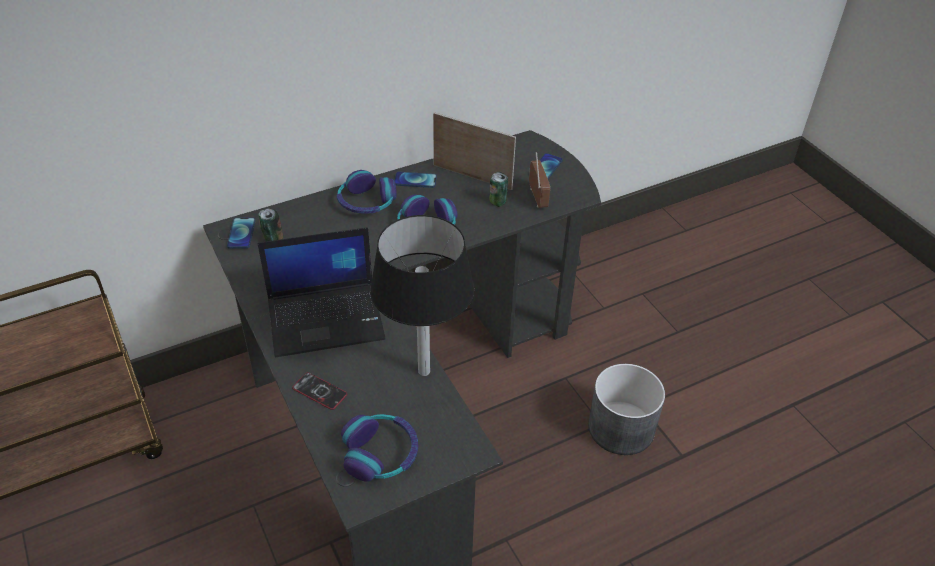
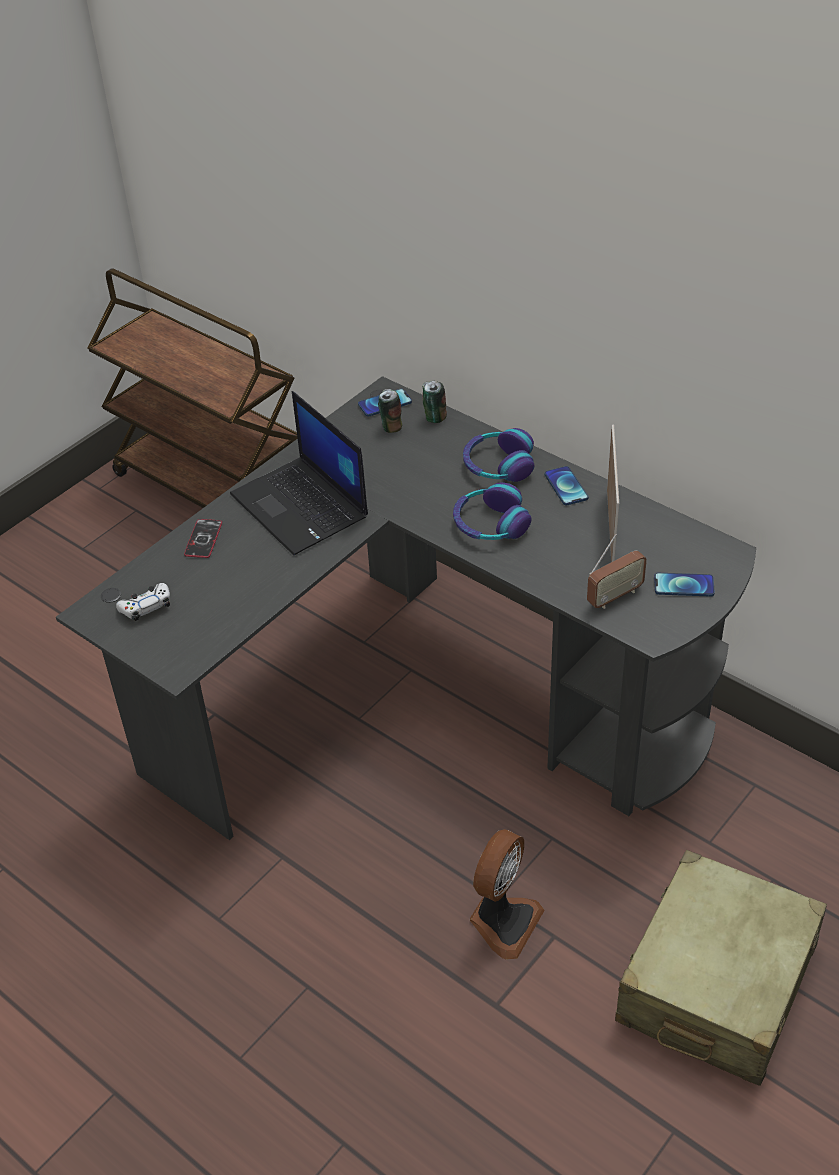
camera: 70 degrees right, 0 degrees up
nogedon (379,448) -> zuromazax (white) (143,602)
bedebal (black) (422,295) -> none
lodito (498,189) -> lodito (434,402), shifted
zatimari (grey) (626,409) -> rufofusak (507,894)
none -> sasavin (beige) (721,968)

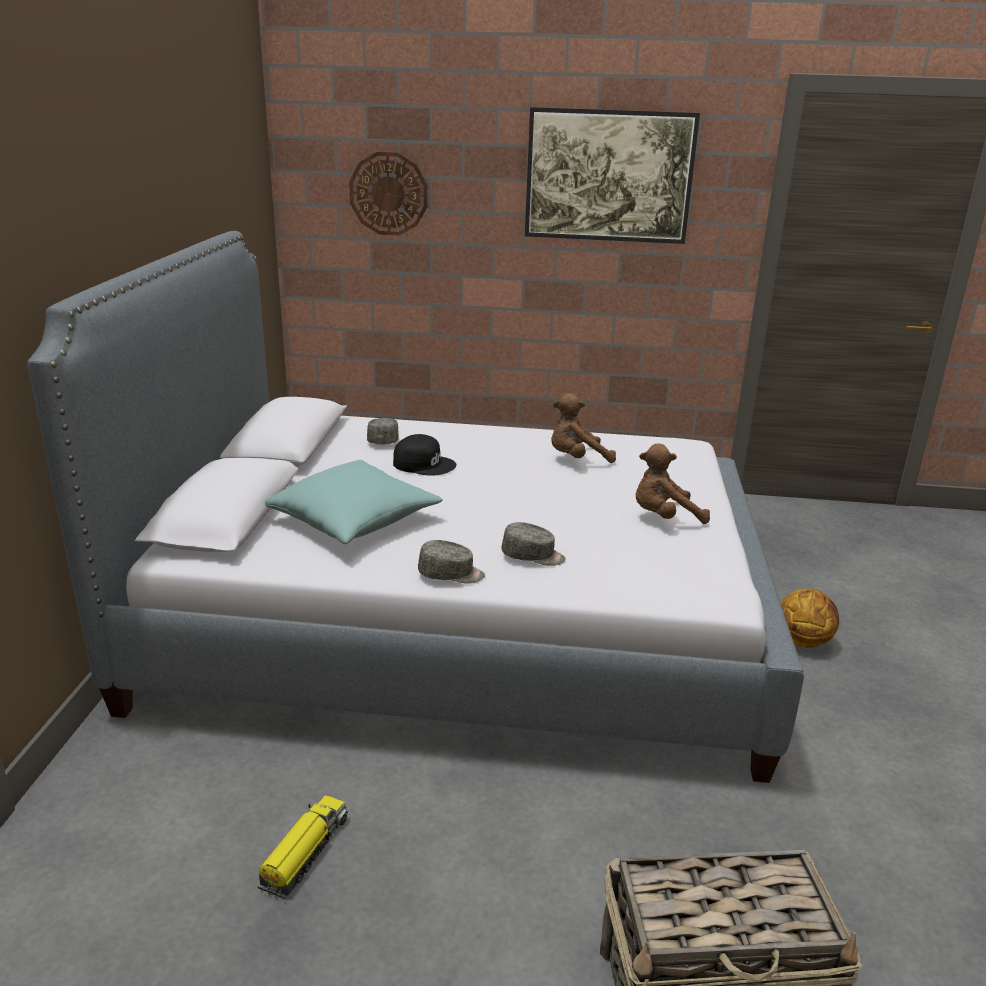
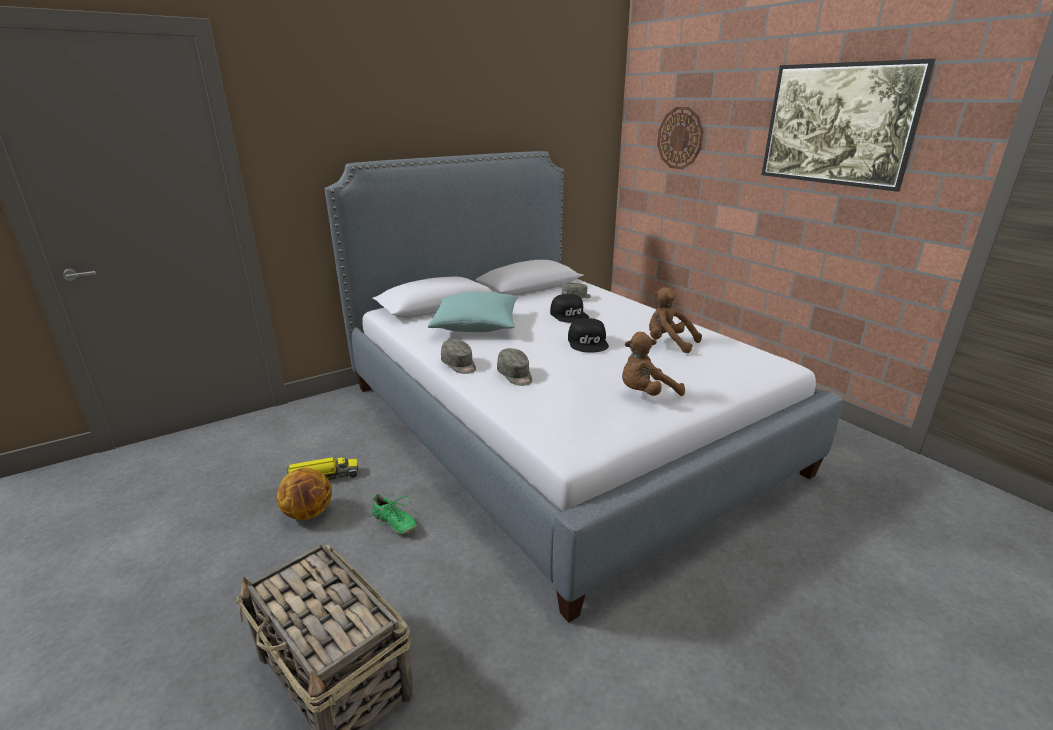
camera: 50 degrees right, 0 degrees up
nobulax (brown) (673,483) -> nobulax (brown) (653,364), 60 degrees counterclockwise
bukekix (810,618) -> bukekix (304,493), shifted
none -> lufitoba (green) (393,514)
none -> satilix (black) (588,335)

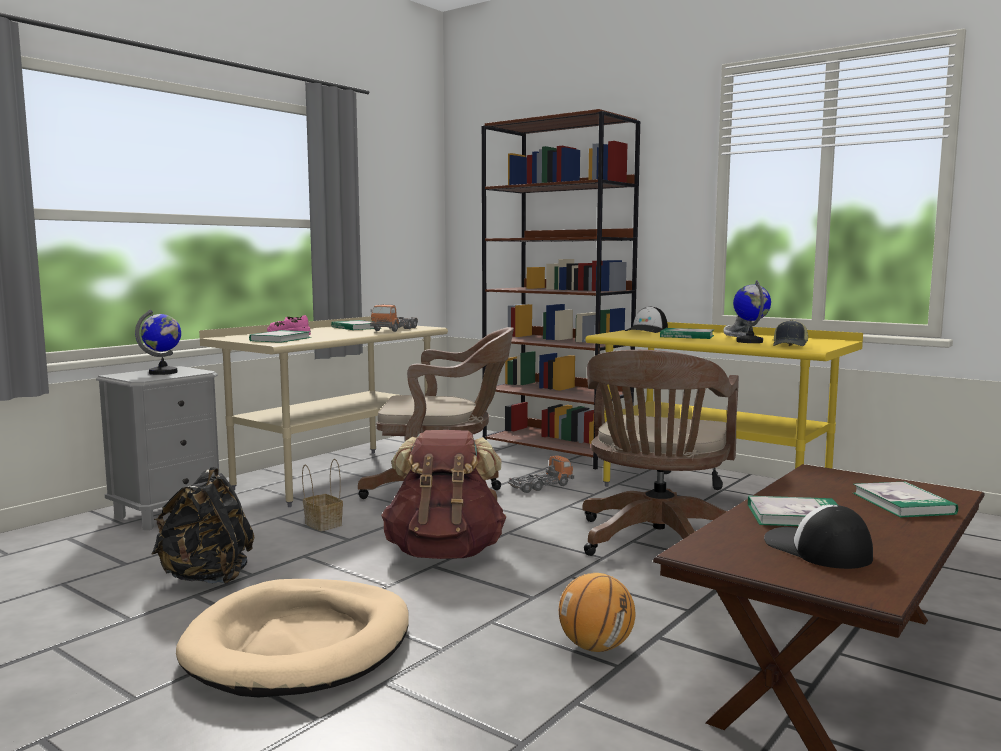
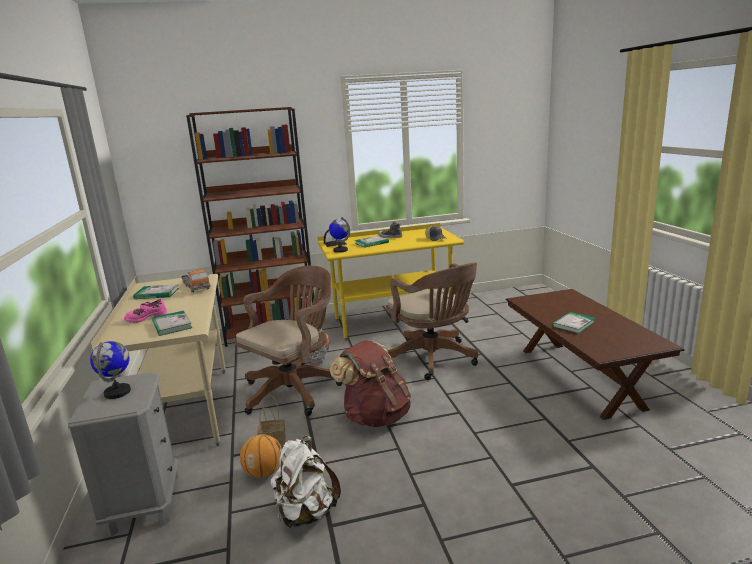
camera: 50 degrees left, 10 degrees up
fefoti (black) (202,525) -> fefoti (white) (305,482)
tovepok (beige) (292,638) -> none
bukekix (597,612) -> bukekix (261,456), shifted
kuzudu (752,311) -> kuzudu (339,235), shifted
satilix (818,537) -> none
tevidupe (905,499) -> none

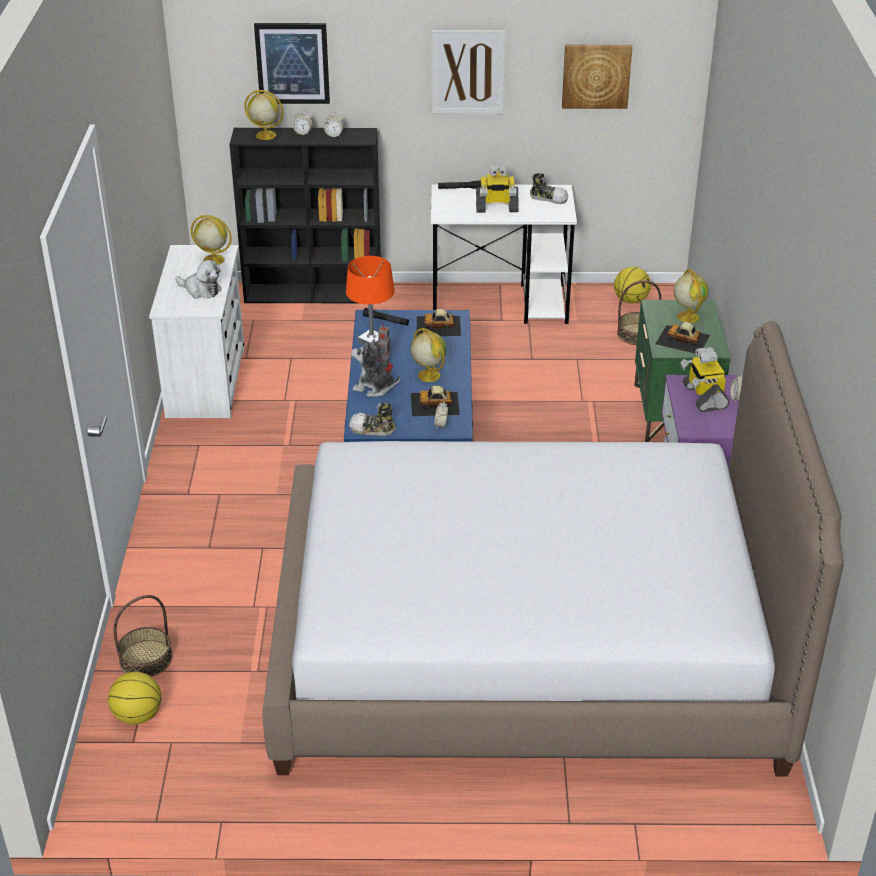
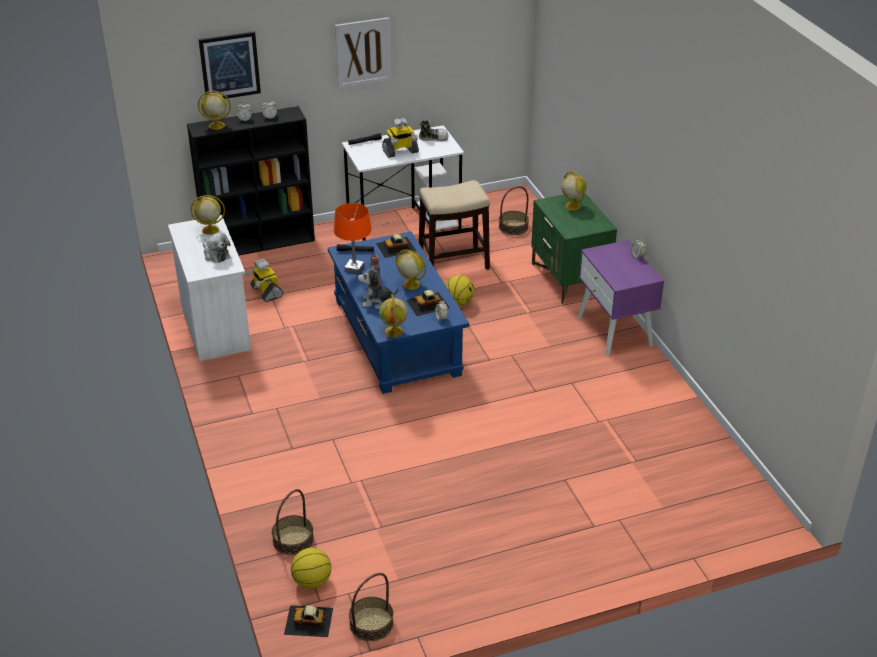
camera: 20 degrees left, 0 degrees up
nobulax (198,279) -> nobulax (216,248), 45 degrees clockwise
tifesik (553,549) -> none
lufitoba (372,419) -> kuzudu (393,315)
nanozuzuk (597,77) -> none
bukekix (632,285) -> bukekix (460,290), shifted
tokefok (682,338) -> tokefok (308,621), shifted
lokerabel (704,379) -> lokerabel (264,280), shifted
none -> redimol (371,607)
none -> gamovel (454,225)

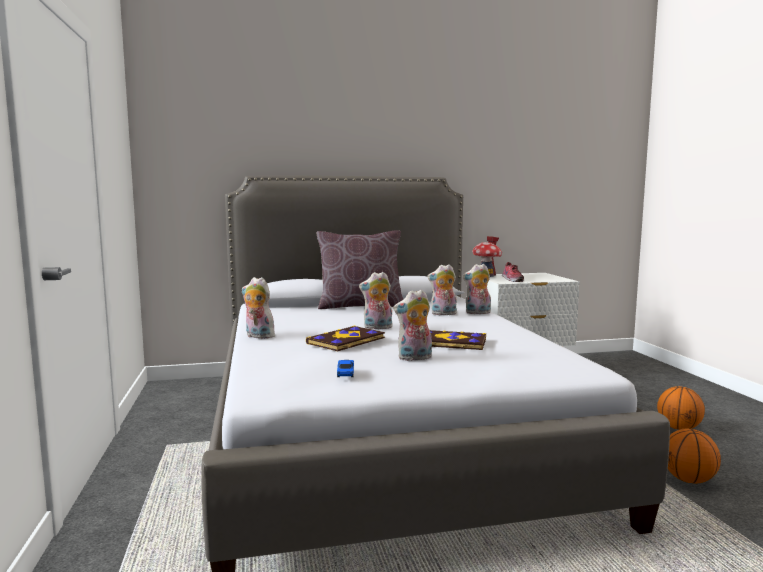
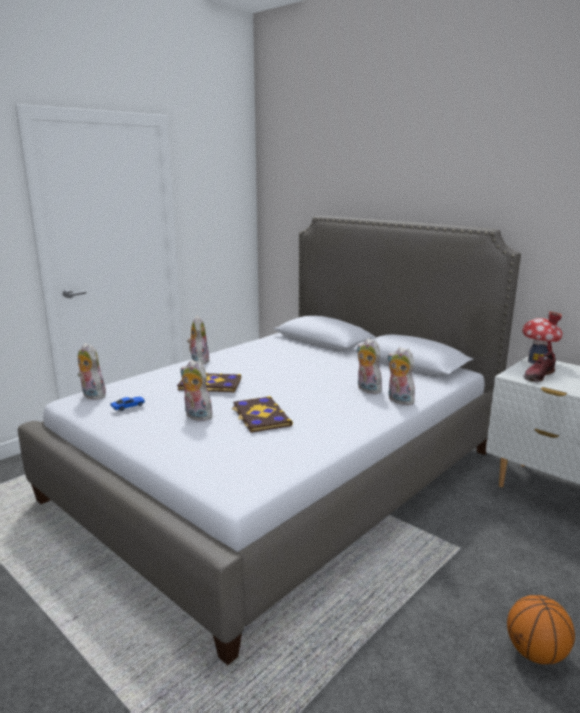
camera: 55 degrees right, 10 degrees up
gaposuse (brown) (360,269) -> none
nobulax (376,301) -> nobulax (91,371), shifted
bukekix (694,456) -> none

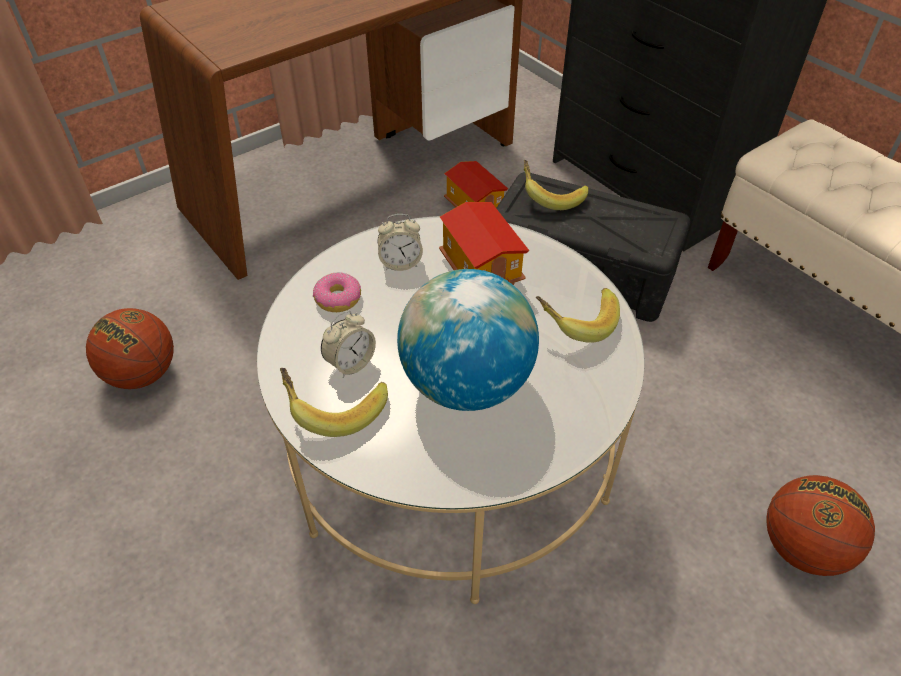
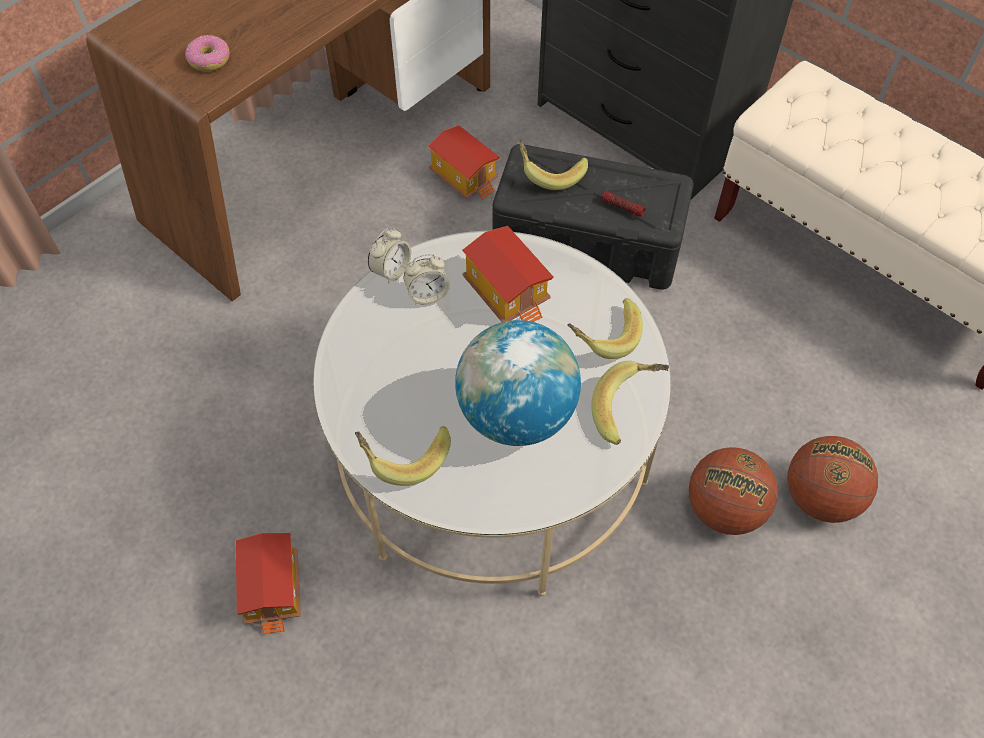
camera: 10 degrees left, 10 degrees up
bukekix (130,348) -> bukekix (733,491), shifted
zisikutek (337,292) -> zisikutek (207,53), shifted
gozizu (348,344) -> gozizu (389,256), shifted
none -> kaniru (268,584)
none -> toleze (630,403)
none -> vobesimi (624,204)

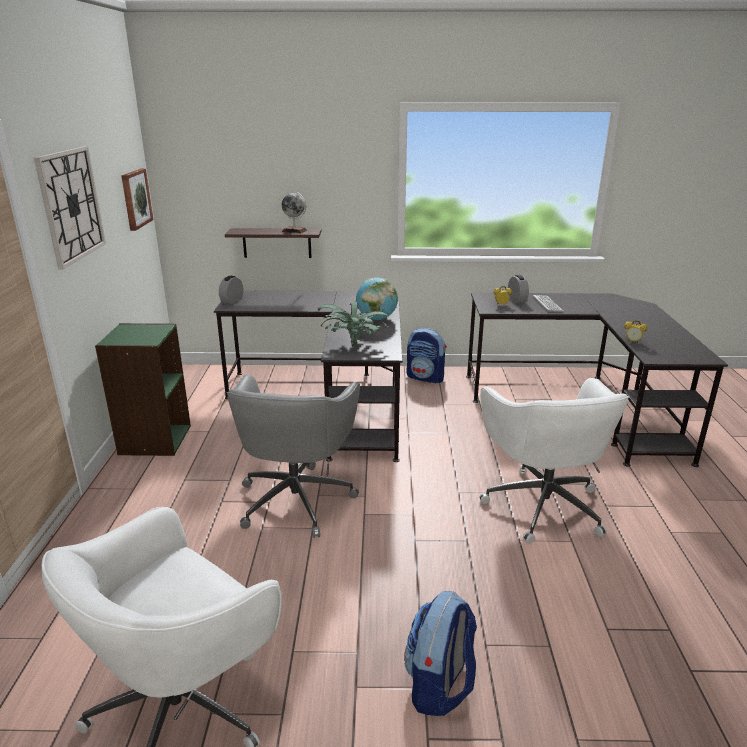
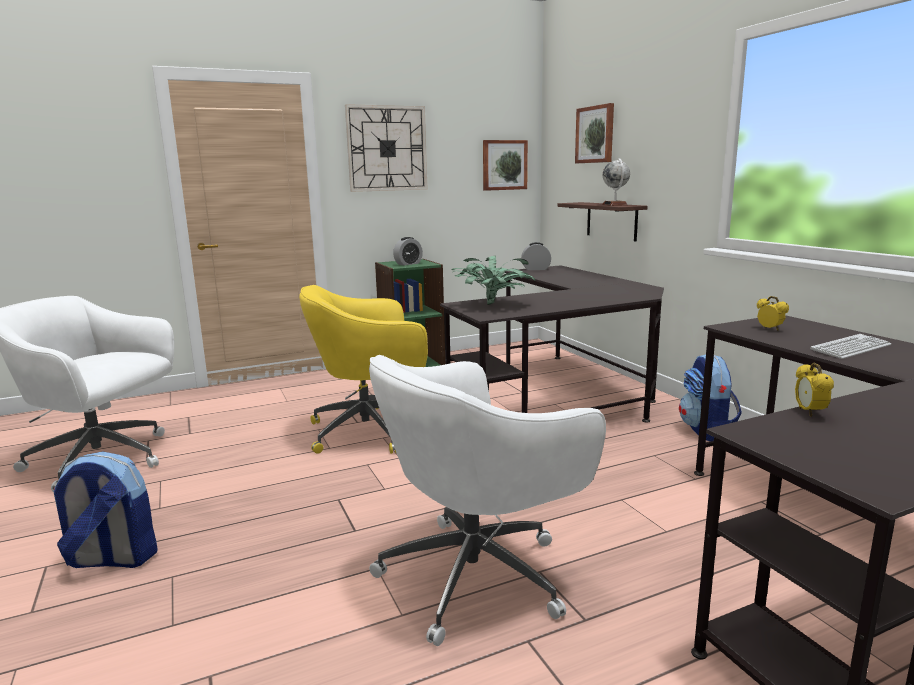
camera: 65 degrees right, 10 degrees down
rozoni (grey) (293,456) -> rozoni (yellow) (363,369)
kuzudu (377,298) -> none
gozizu (518,289) -> gozizu (408,251), shifted
none -> nanozuzuk (594,133)

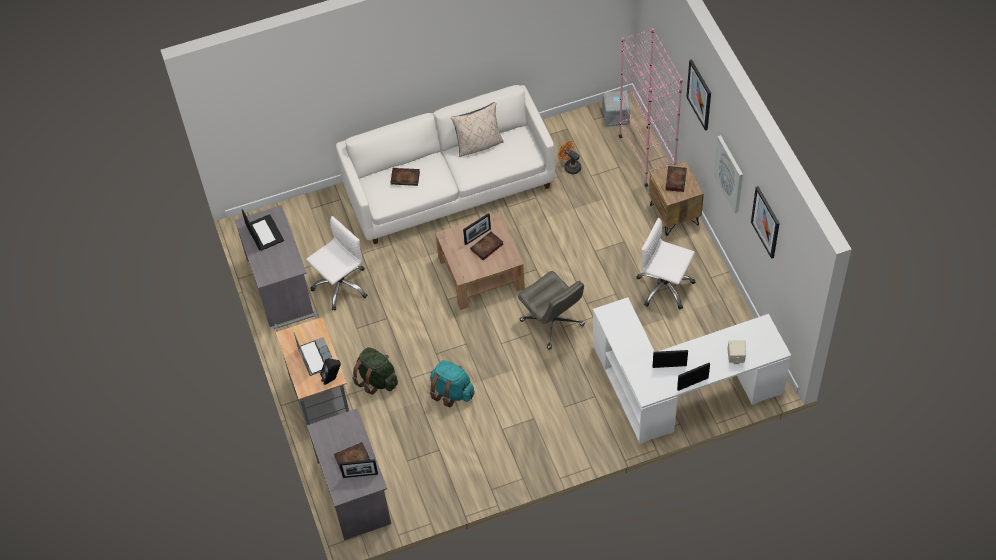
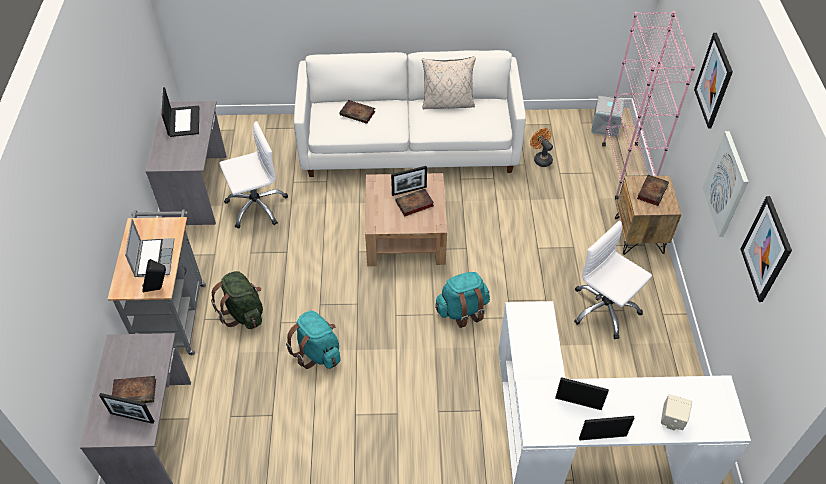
camera: 15 degrees right, 5 degrees down
rozoni (grey) (551,310) -> fefoti (turquoise) (462,300)

